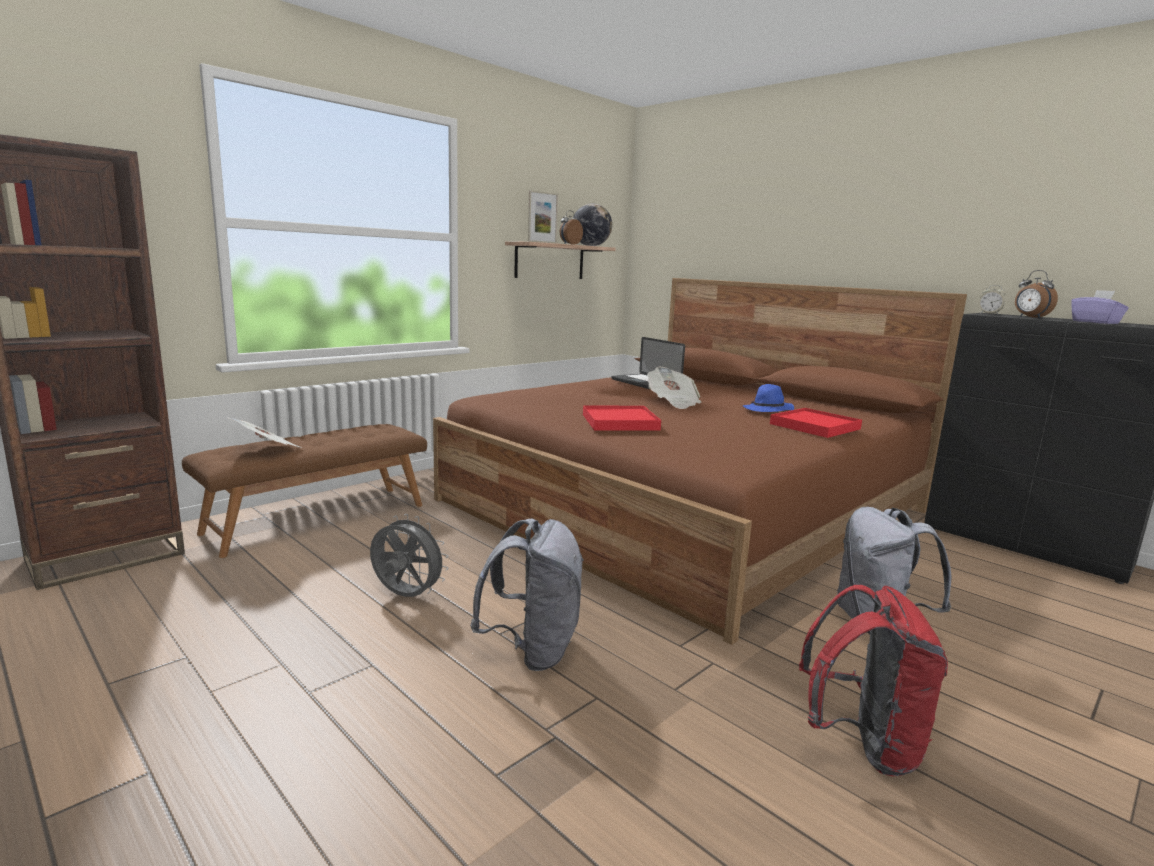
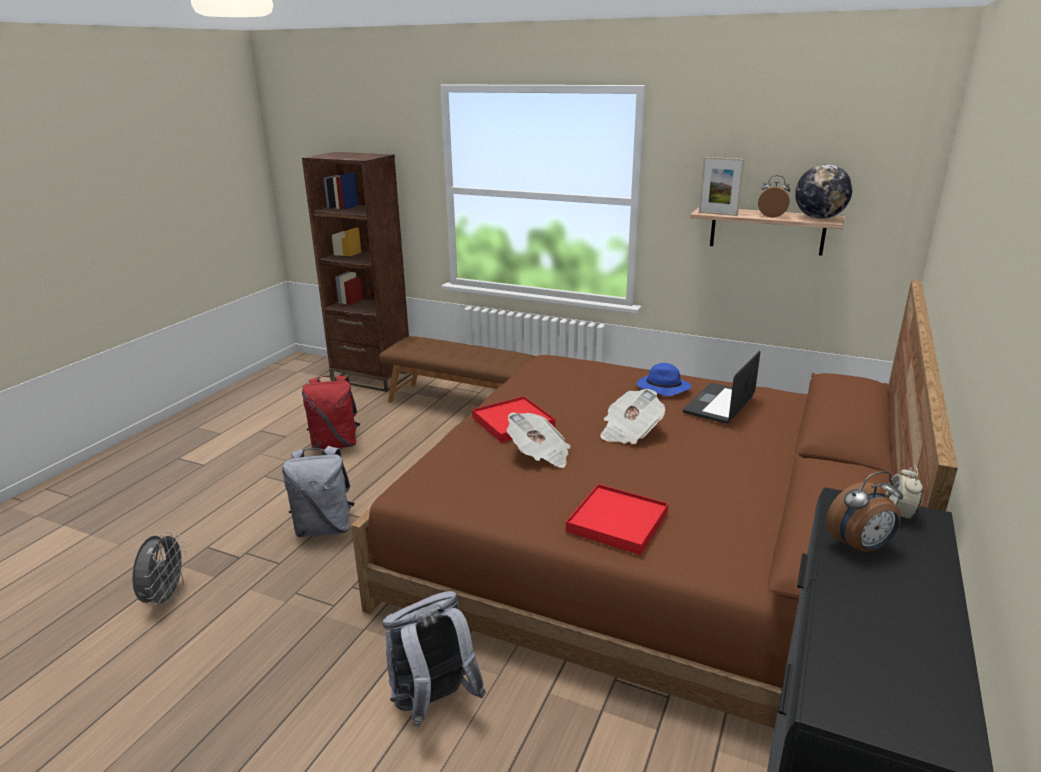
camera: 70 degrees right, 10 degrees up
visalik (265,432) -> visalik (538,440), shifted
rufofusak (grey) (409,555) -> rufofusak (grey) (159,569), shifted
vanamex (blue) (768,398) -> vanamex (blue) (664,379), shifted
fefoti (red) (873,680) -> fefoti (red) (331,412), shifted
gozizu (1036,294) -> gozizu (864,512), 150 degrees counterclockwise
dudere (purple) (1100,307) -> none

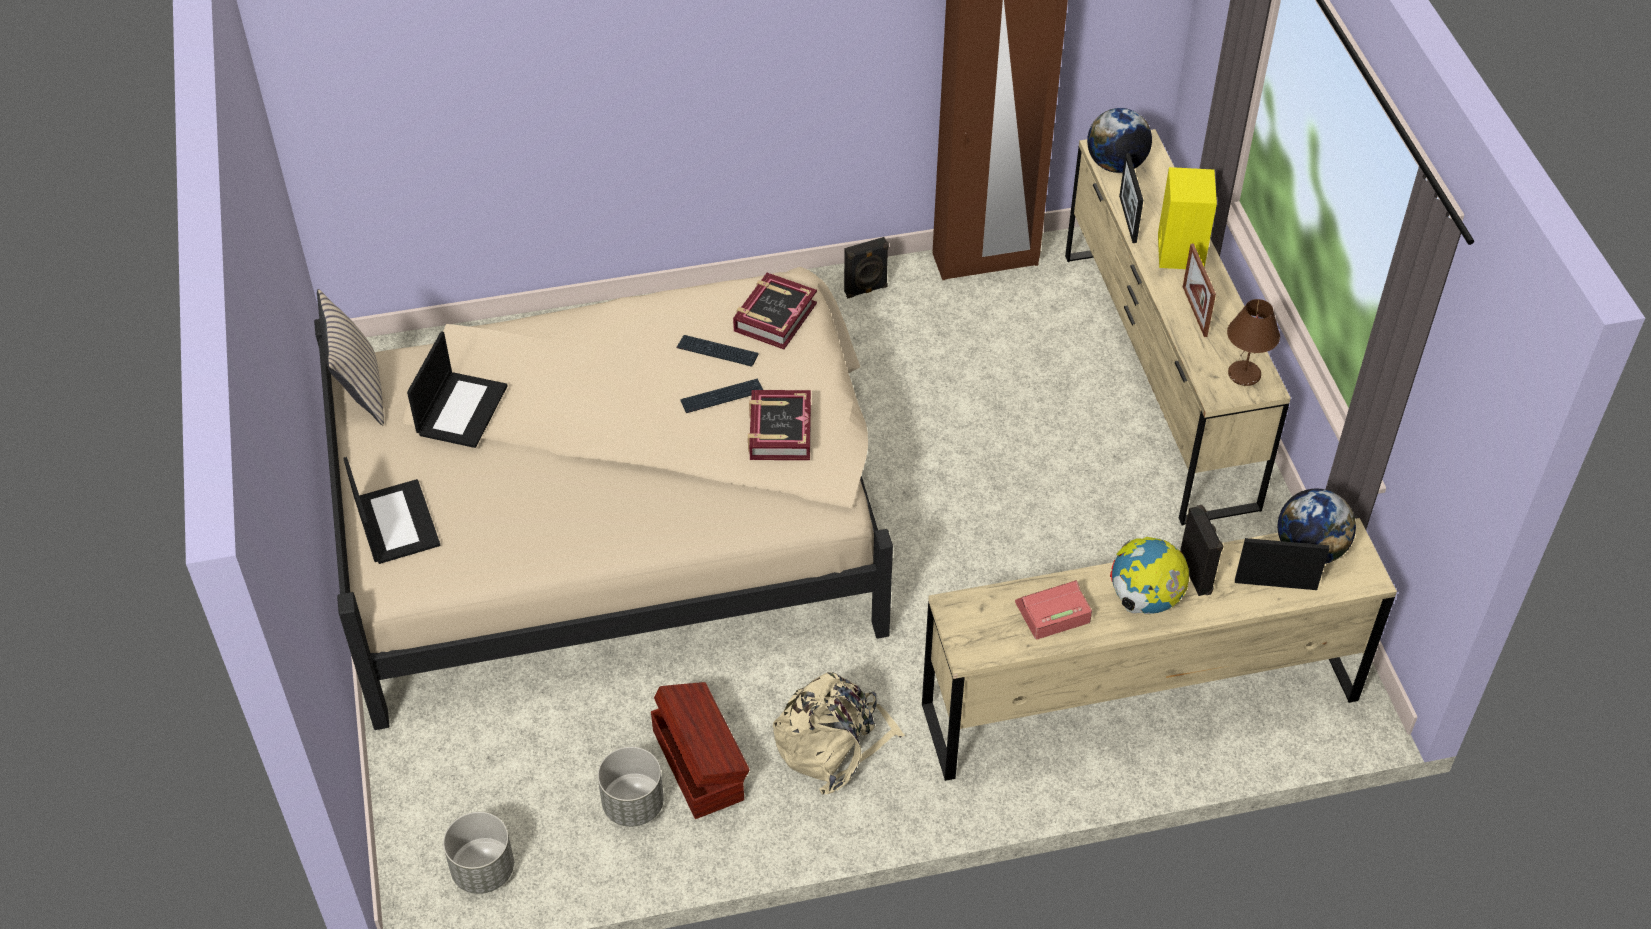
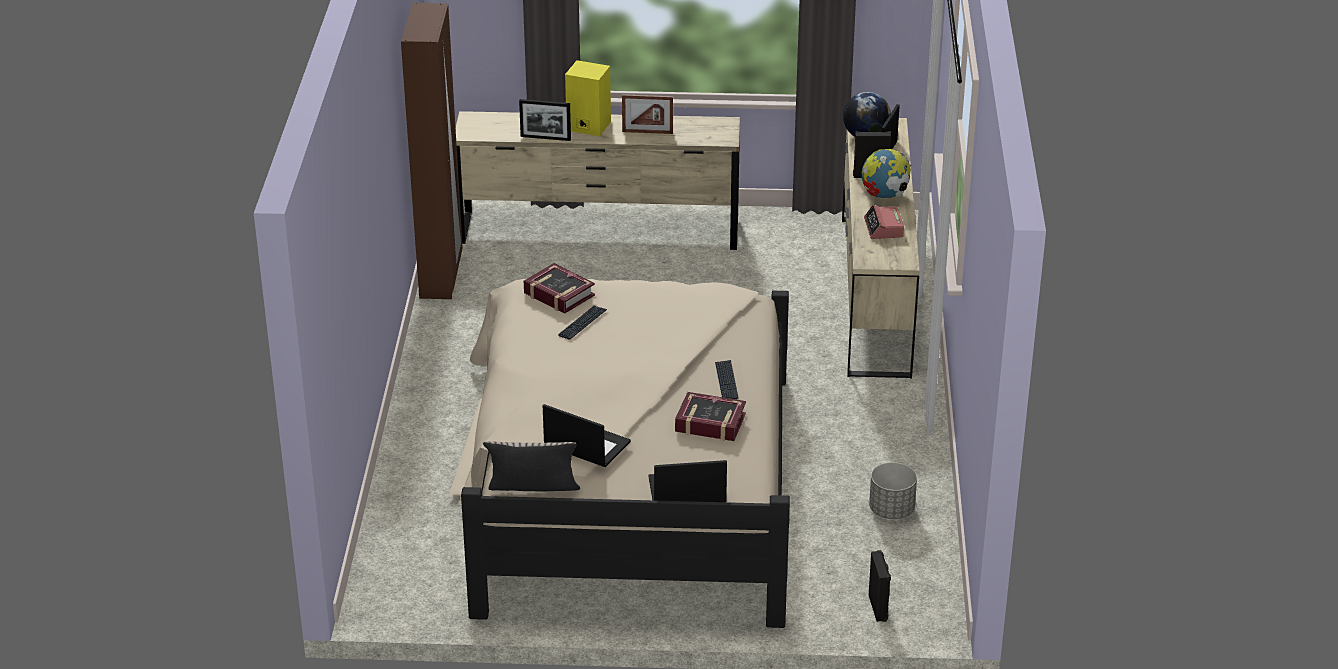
camera: 75 degrees left, 15 degrees down
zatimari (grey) (478,853) -> none
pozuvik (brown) (700,750) -> none
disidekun (721,395) -> disidekun (726,379), shifted
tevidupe (779,425) -> tevidupe (710,416), shifted
fefoti (beige) (839,733) -> none
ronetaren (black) (866,267) -> ronetaren (black) (880,586), shifted
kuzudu (1119,140) -> none
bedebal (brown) (1253,342) -> none

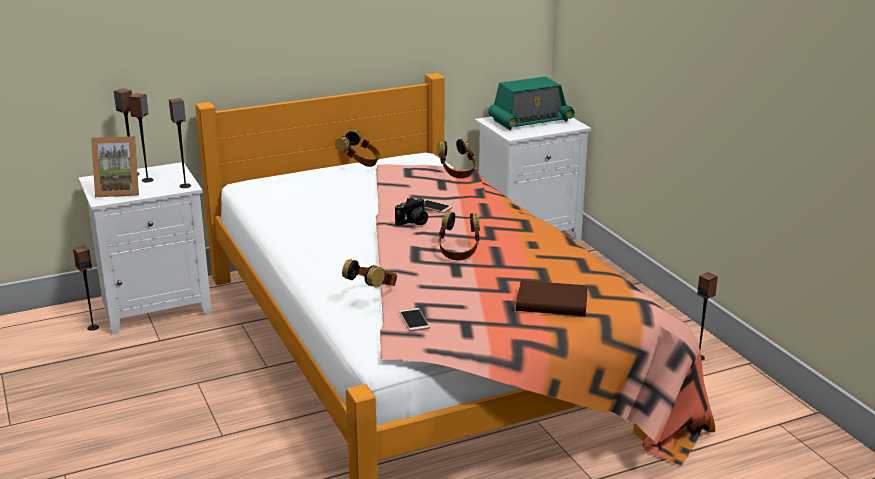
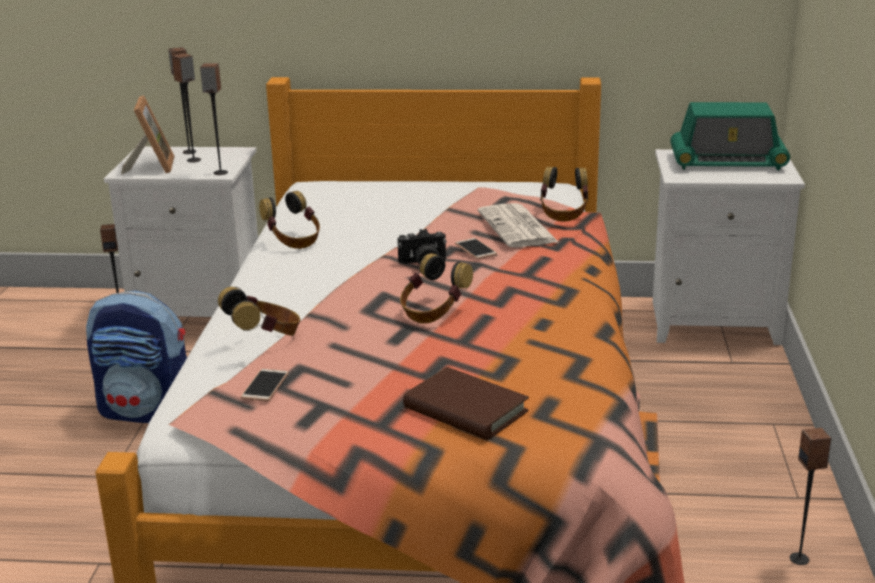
camera: 30 degrees right, 0 degrees up
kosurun (115,166) -> kosurun (148,134), 120 degrees counterclockwise
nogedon (357,148) -> nogedon (289,220), shifted
none -> fefoti (136,356)
none -> visalik (518,225)

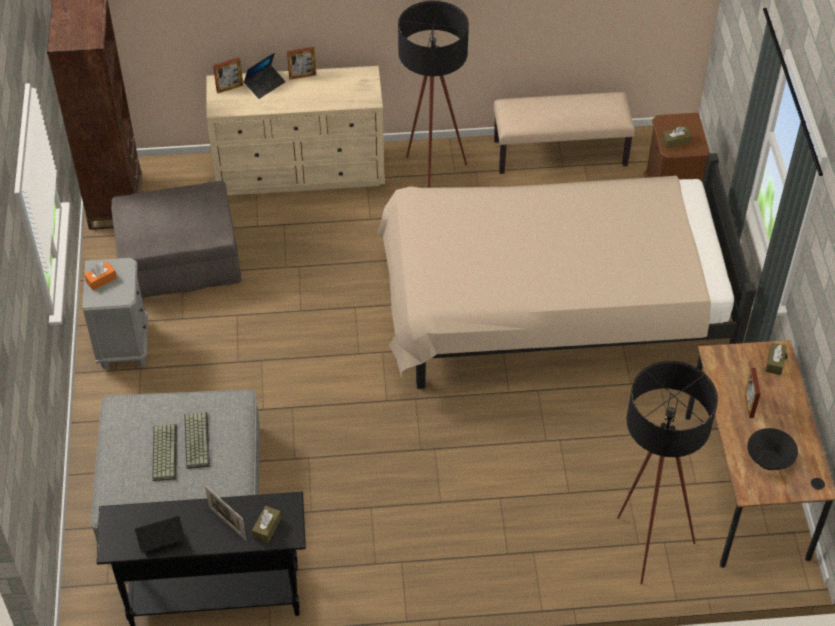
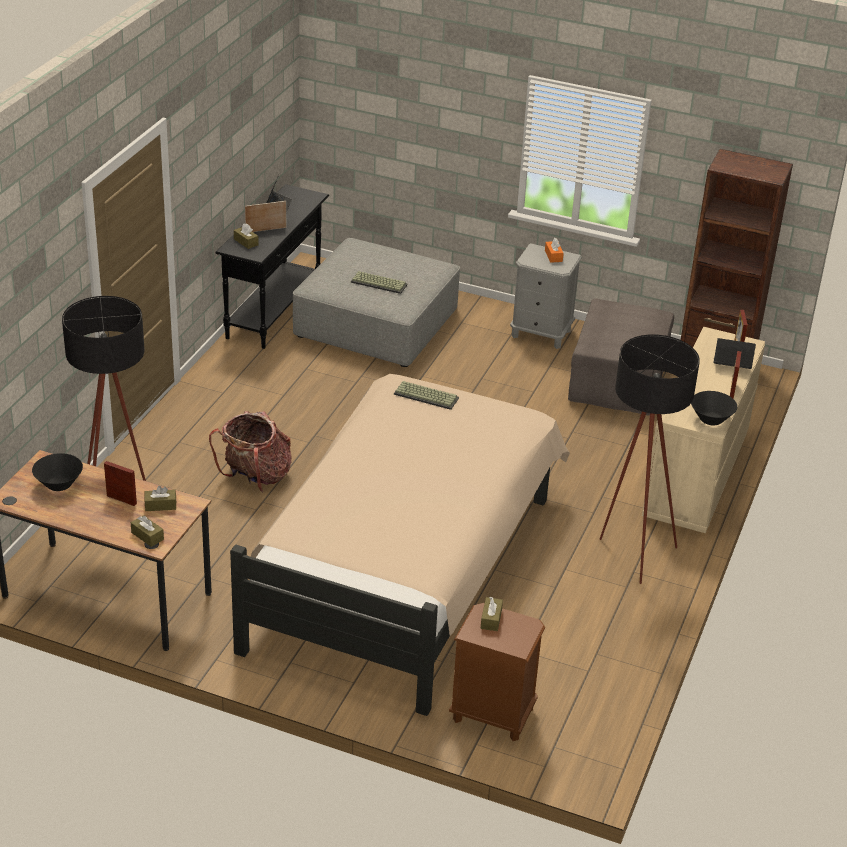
camera: 115 degrees right, 15 degrees down
disidekun (164,452) -> disidekun (426,395), shifted
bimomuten (265,76) -> bimomuten (734,353), 120 degrees clockwise
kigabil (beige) (564,133) -> none
none -> dudere (brown) (160,498)
none -> fefoti (250,451)
none -> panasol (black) (714,408)

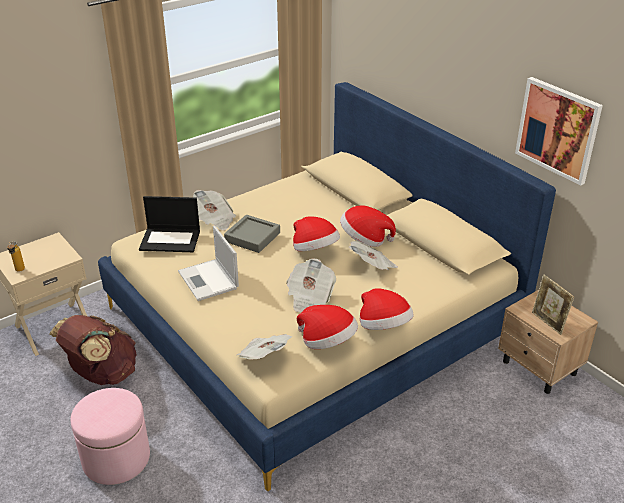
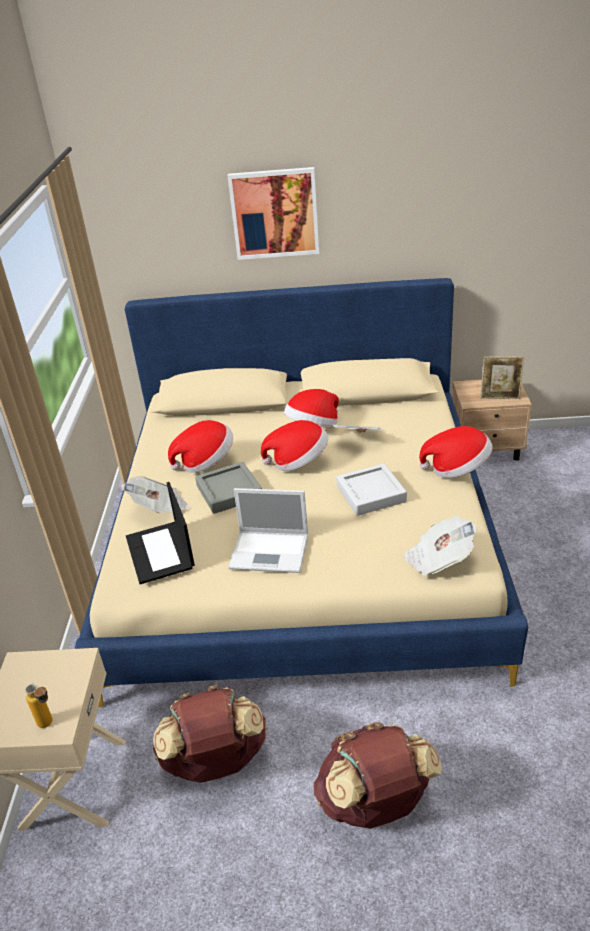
camera: 50 degrees left, 0 degrees up
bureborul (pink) (110,436) -> fefoti (brown) (378,775)
bimomuten (169,224) -> bimomuten (160,533), 120 degrees clockwise
visalik (311,285) -> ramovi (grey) (371,490)
vanamex (327,327) -> vanamex (200,446), shifted
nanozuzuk (559,131) -> nanozuzuk (273,213), shifted

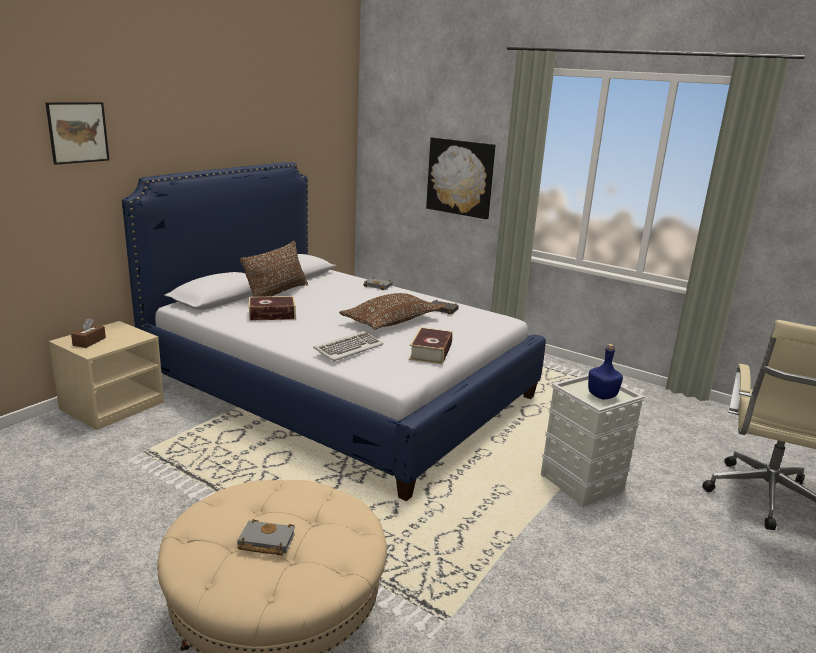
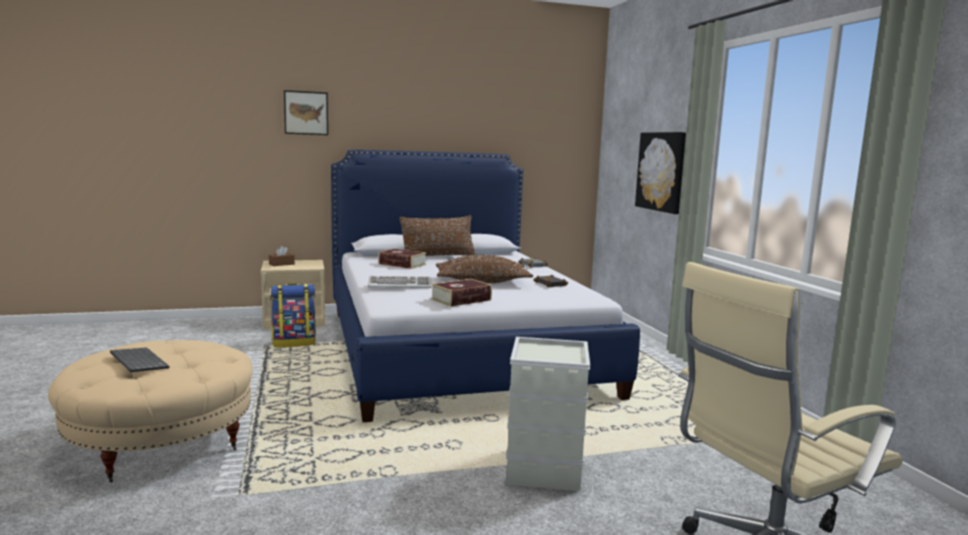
camera: 40 degrees right, 10 degrees down
tevidupe (grey) (266,537) -> disidekun (139,359)
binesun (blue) (605,371) -> none
none -> fefoti (293,315)

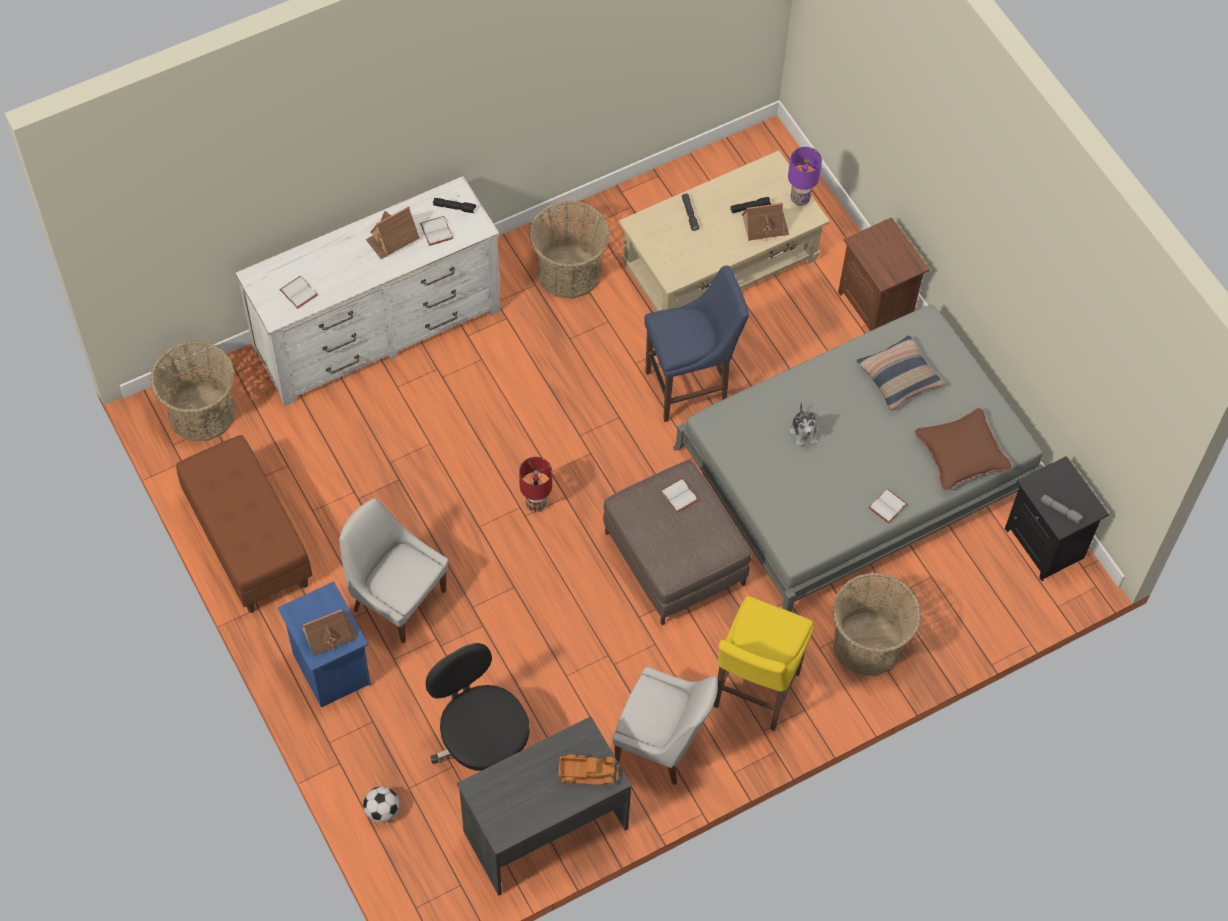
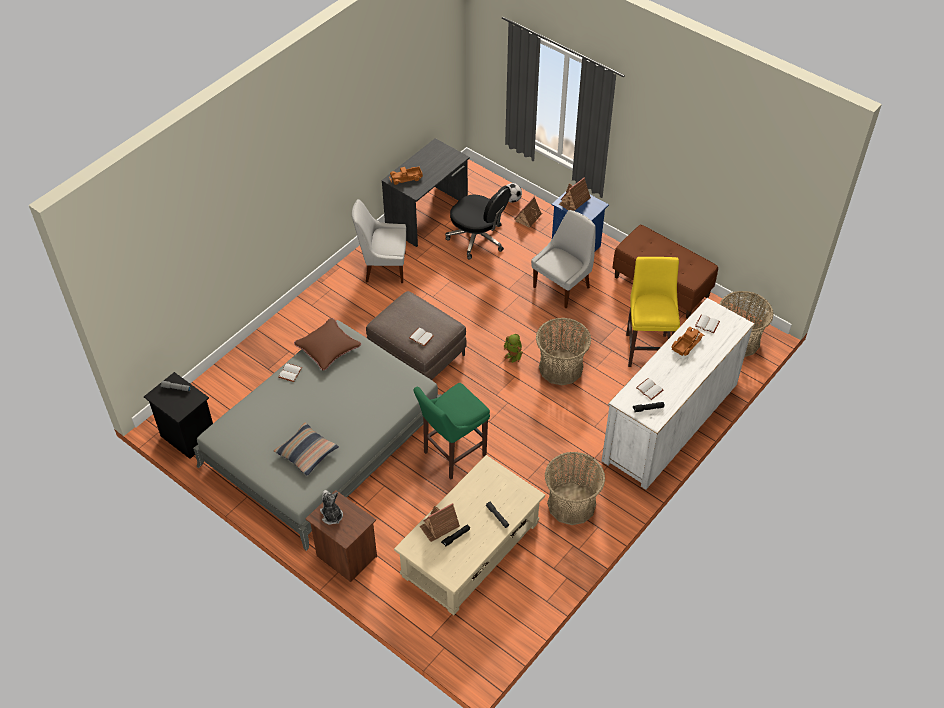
camera: 160 degrees right, 10 degrees down
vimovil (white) (393,570) -> vimovil (white) (563,259), 60 degrees counterclockwise
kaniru (393,232) -> kaniru (528,212), shifted
bedebal (red) (535,484) -> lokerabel (513,348)
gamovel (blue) (696,343) -> gamovel (green) (452,431)
gamovel (yellow) (763,663) -> gamovel (yellow) (653,312), shifted
bedebal (purple) (805,176) -> none
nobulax (804,425) -> nobulax (331,507), shifted
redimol (877,624) -> redimol (563,351), shifted
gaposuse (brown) (963,449) -> gaposuse (brown) (327,344), shifted
none -> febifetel (688,341)

